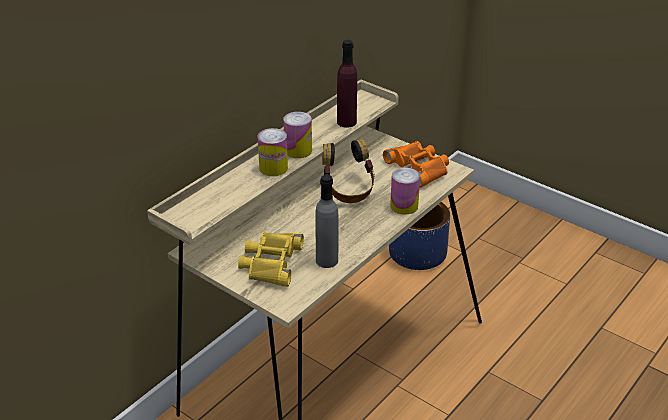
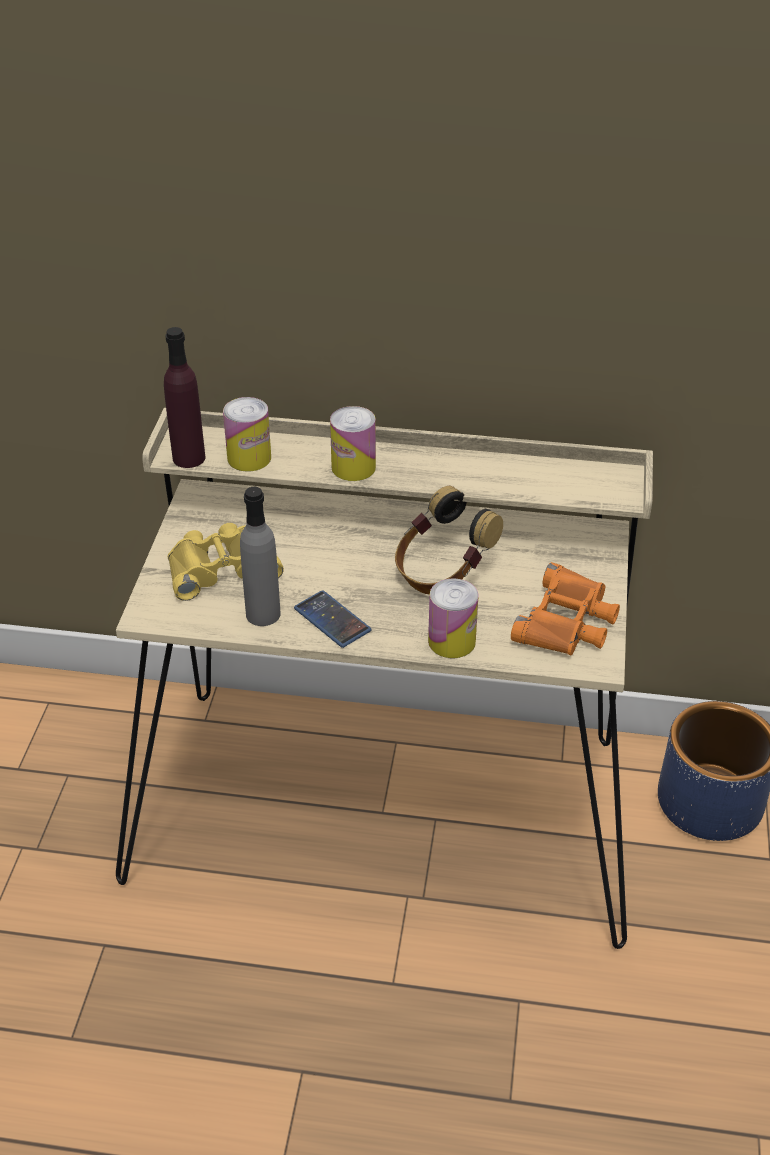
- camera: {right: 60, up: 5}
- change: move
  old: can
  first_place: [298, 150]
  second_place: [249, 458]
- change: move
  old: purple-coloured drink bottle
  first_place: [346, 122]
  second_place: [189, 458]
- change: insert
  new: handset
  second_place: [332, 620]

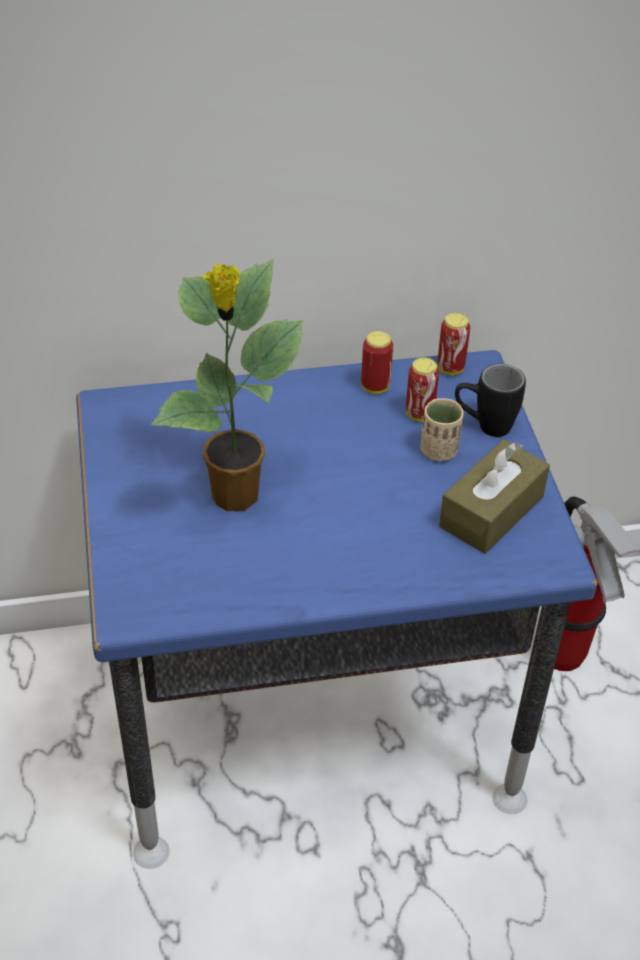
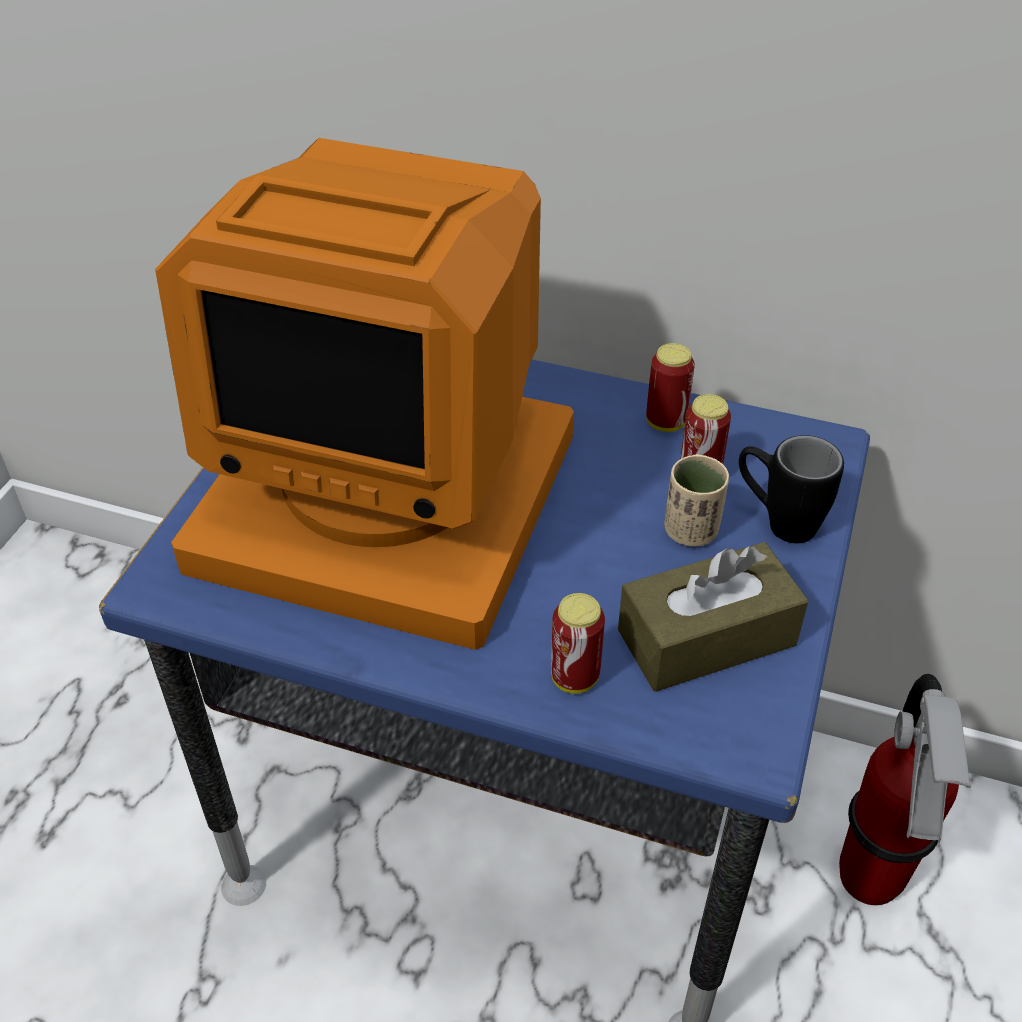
- camera: {right: 30, up: 0}
- change: replace
  old: houseplant
  new: computer screen
  first_place: [235, 497]
  second_place: [391, 494]
- change: move
  old: can
  first_place: [450, 368]
  second_place: [575, 677]

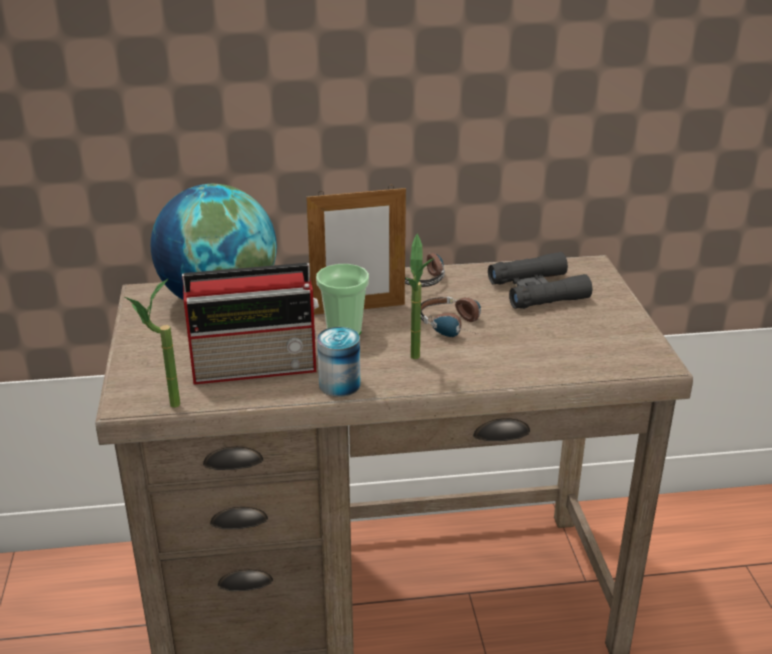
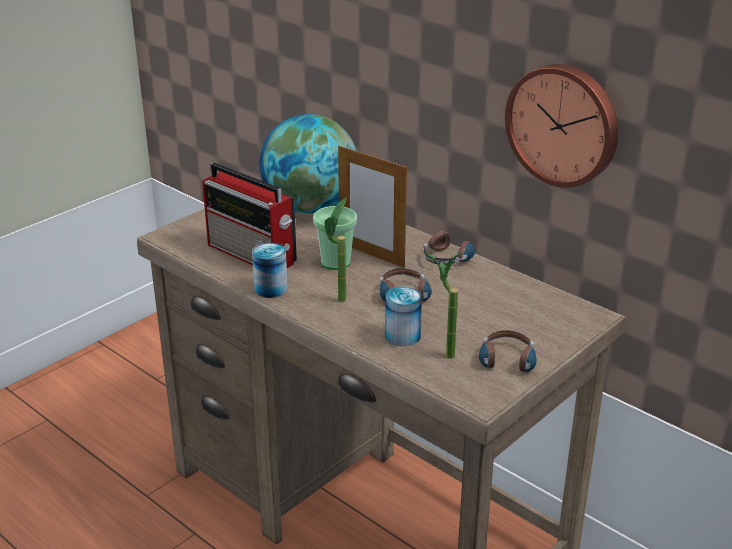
- camera: {right: 50, up: 0}
- change: move
  old: houseplant
  first_place: [164, 407]
  second_place: [441, 353]
- change: delete
  old: black-coloured binoculars
  first_place: [537, 290]
- change: insert
  new: can
  second_place: [402, 336]
- change: insert
  new: headset
  second_place: [507, 365]
- change: insert
  new: wall clock
  second_place: [564, 124]

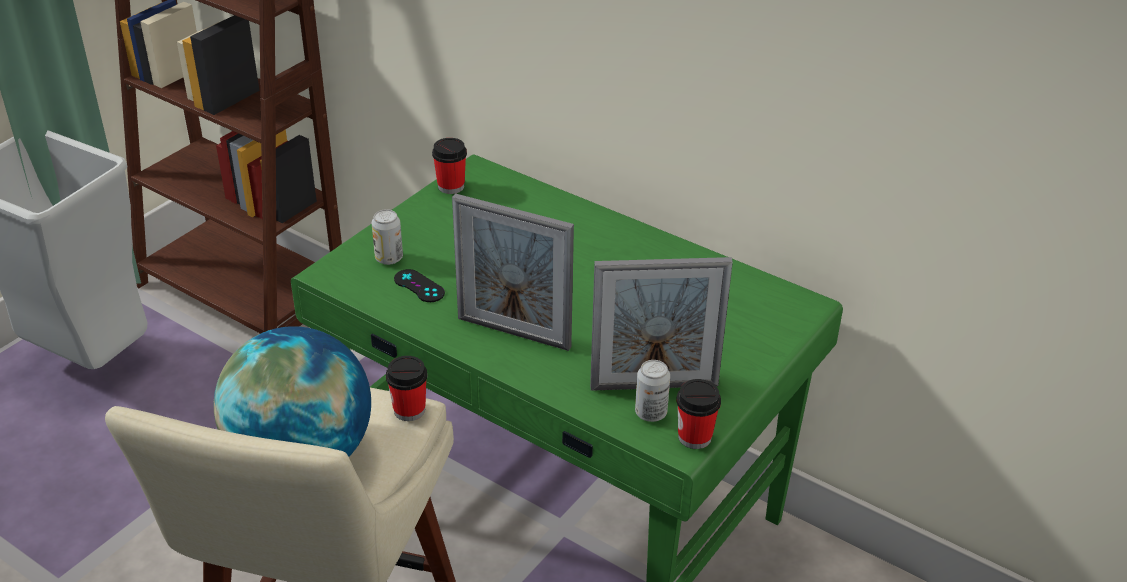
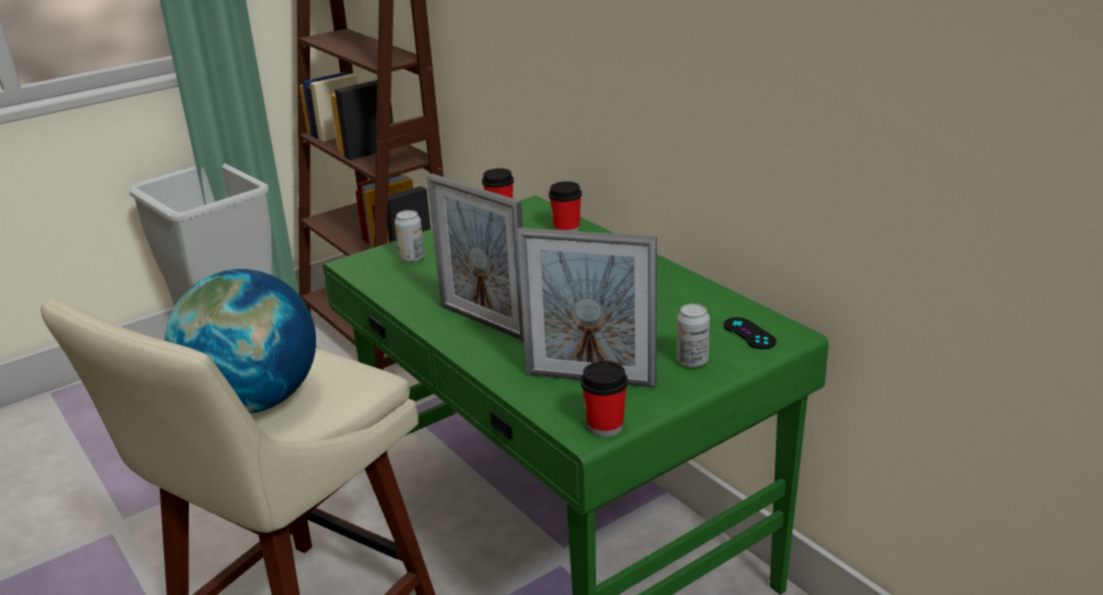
- camera: {right: 20, up: -10}
- change: move
  old: drinking cup
  first_place: [409, 410]
  second_place: [566, 229]
- change: move
  old: black-coloured gamepad
  first_place: [419, 286]
  second_place: [749, 333]
- change: move
  old: can
  first_place: [650, 413]
  second_place: [692, 361]

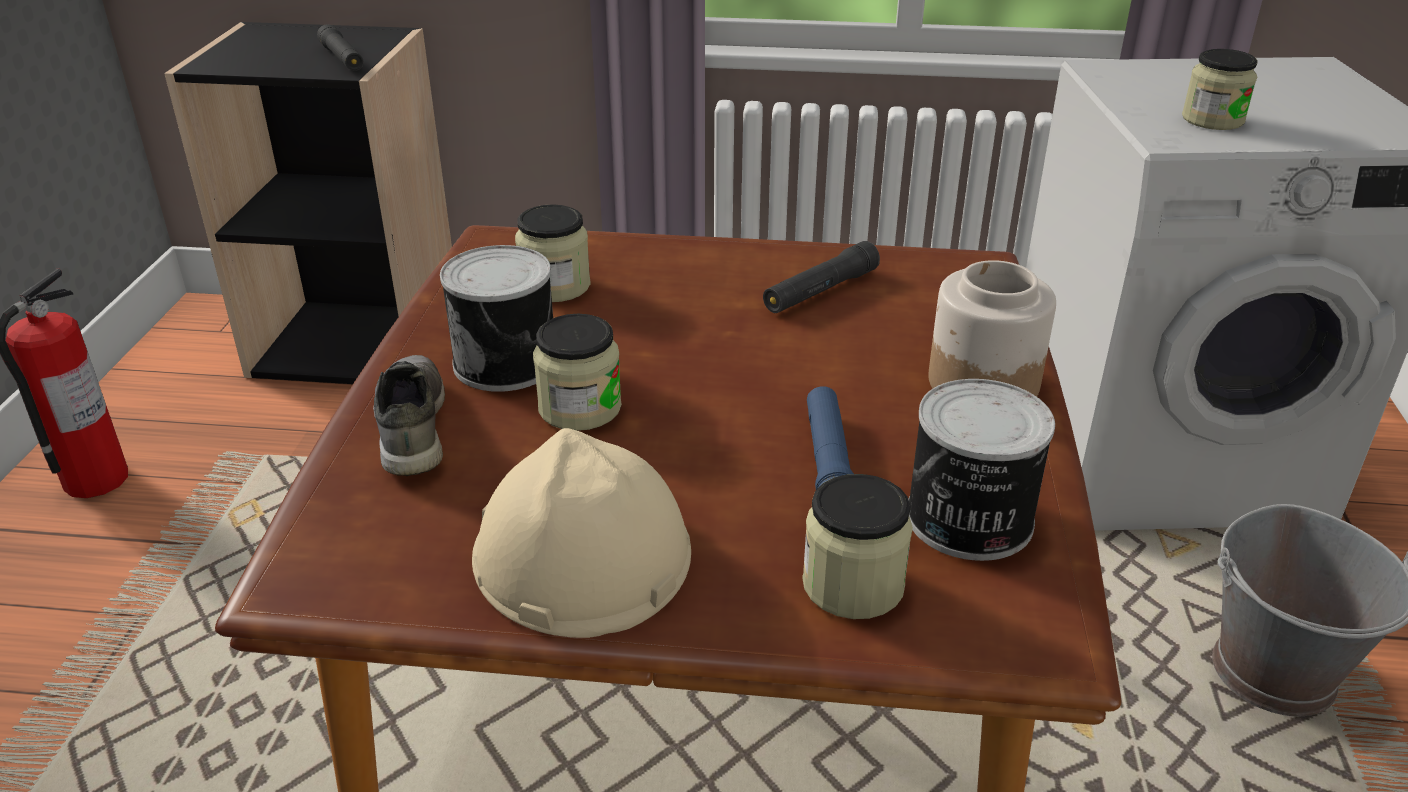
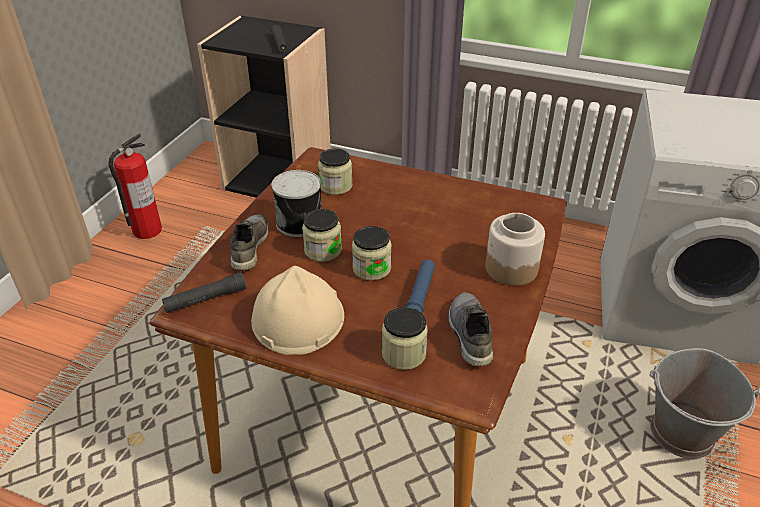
- camera: {right: 15, up: 5}
- change: move
  old: black-coloured flashlight
  first_place: [820, 291]
  second_place: [205, 299]
- change: replace
  old: can
  new: gray item of footwear
  first_place: [968, 520]
  second_place: [468, 334]
- change: move
  old: jar
  first_place: [1212, 120]
  second_place: [371, 268]

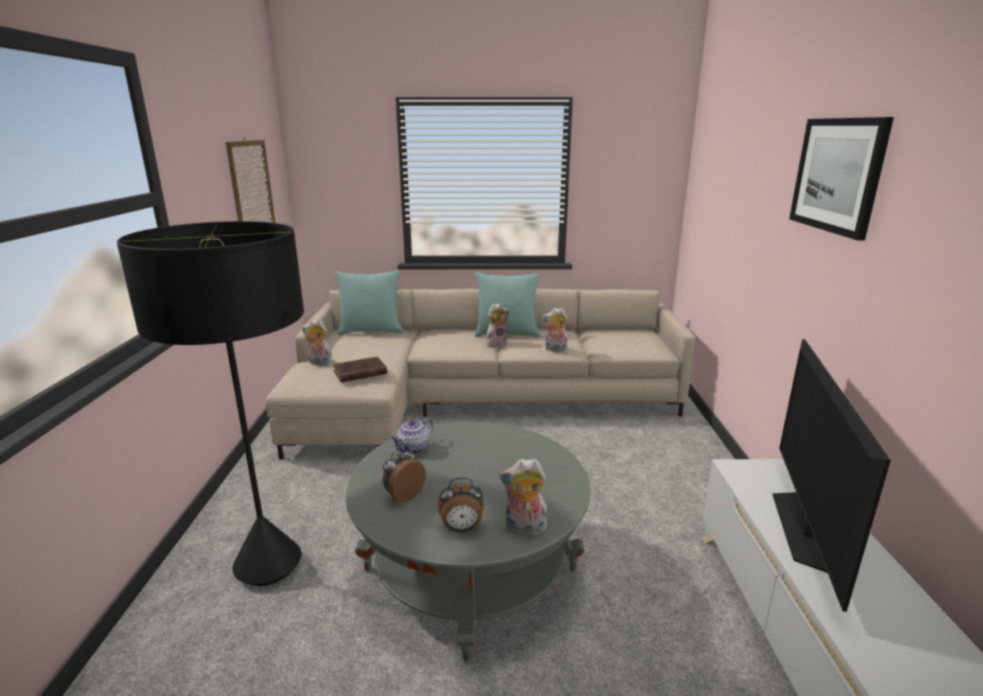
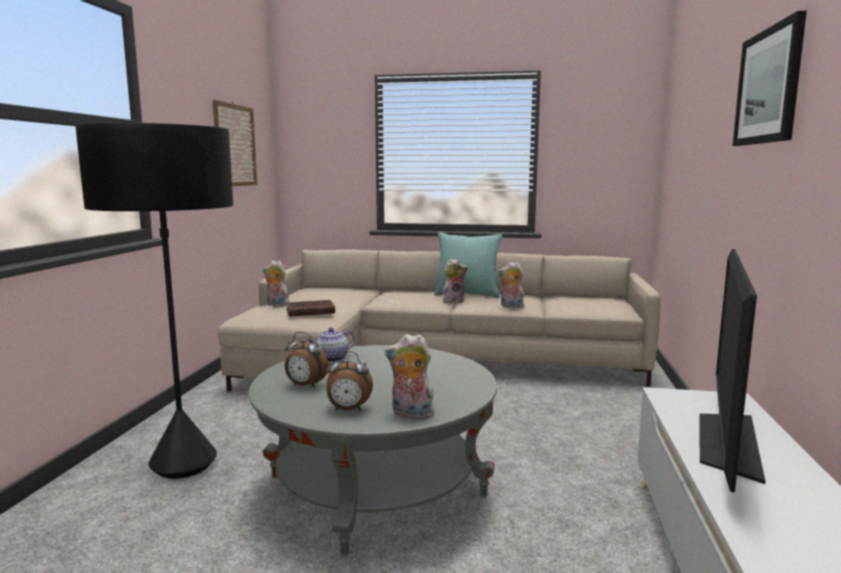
- camera: {right: 10, up: -10}
- change: delete
  old: turquoise-coloured throw pillow
  first_place: [371, 331]
- change: rotate
  old: table clock
  first_place: [403, 495]
  second_place: [305, 385]
  degrees: -120

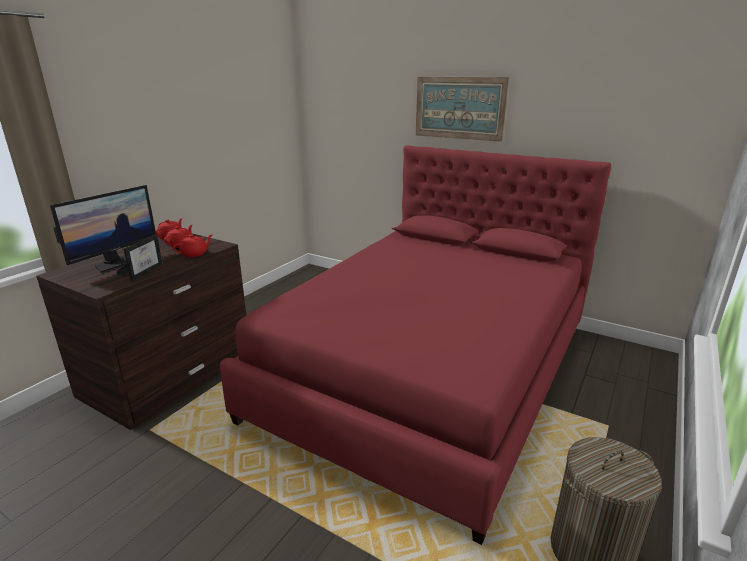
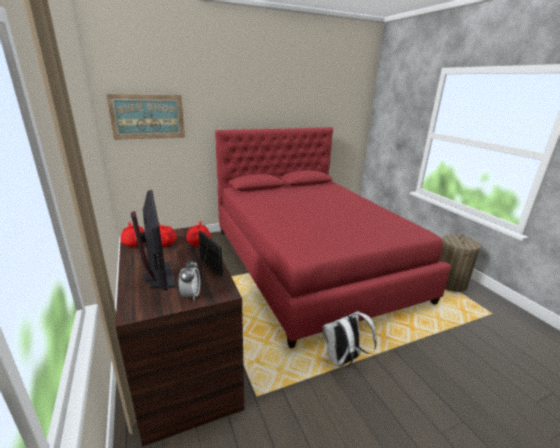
- camera: {right: -55, up: 0}
- change: move
  old: wall art
  first_place: [459, 108]
  second_place: [148, 117]
- change: insert
  new: table clock
  second_place: [191, 295]
- change: insert
  new: white-coloured knapsack
  second_place: [343, 360]

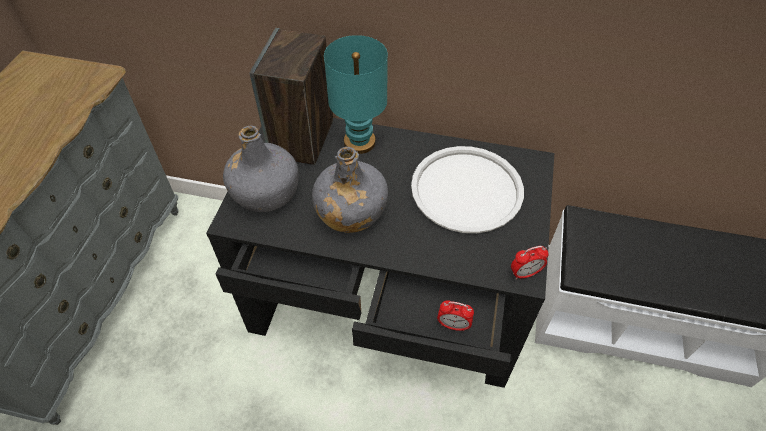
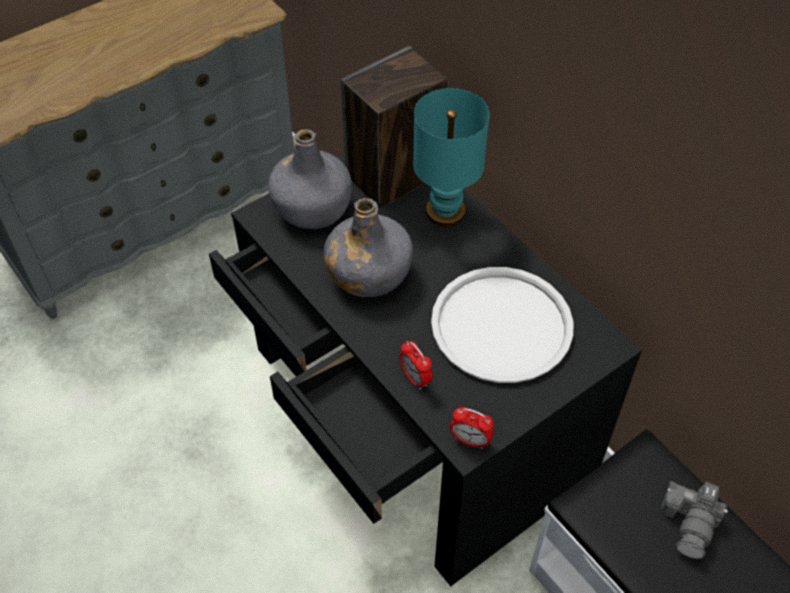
- camera: {right: 40, up: 0}
- change: move
  old: table clock
  first_place: [453, 325]
  second_place: [415, 378]
- change: insert
  new: photo camera
  second_place: [690, 523]

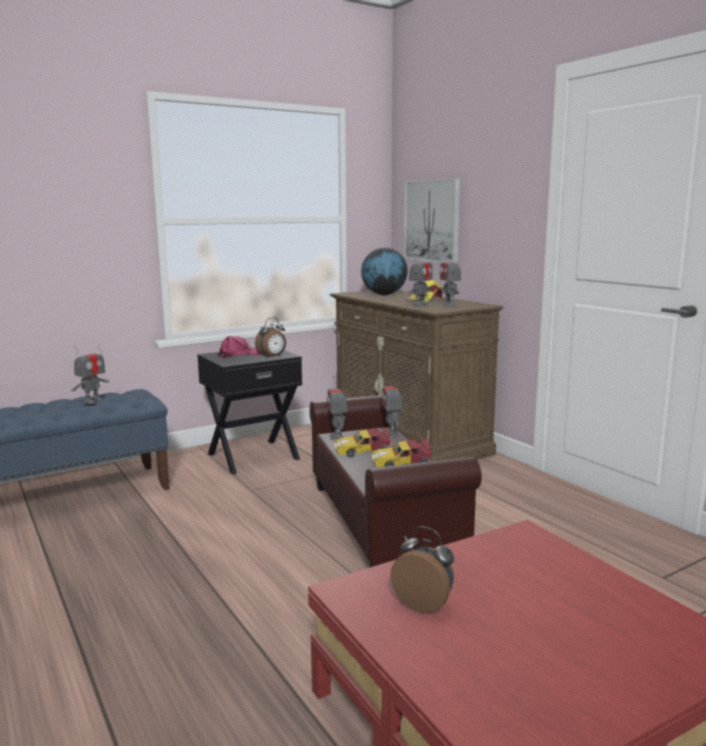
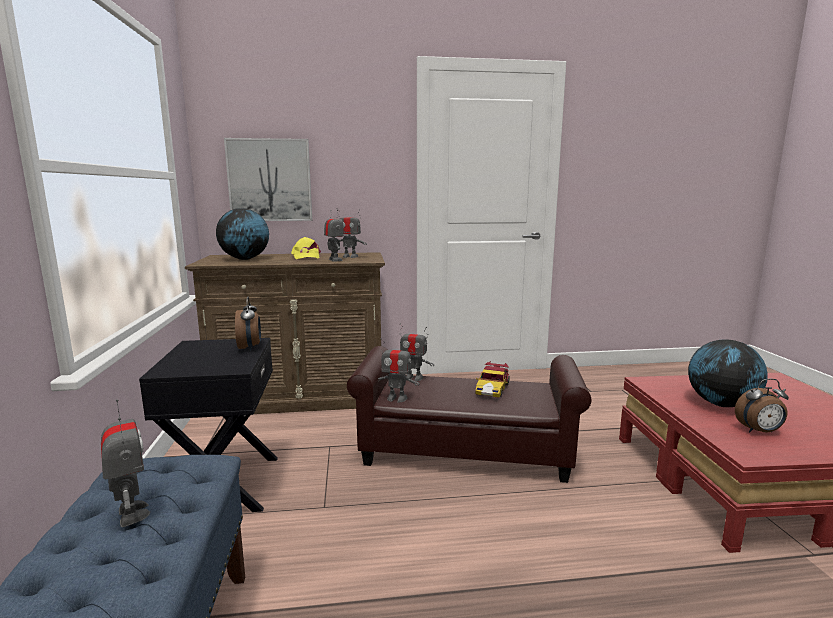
- camera: {right: -65, up: 0}
- change: delete
  old: pinkish baseball cap
  first_place: [239, 355]
- change: delete
  old: model car
  first_place: [364, 452]
- change: rotate
  old: table clock
  first_place: [424, 604]
  second_place: [759, 431]
  degrees: -150
- change: insert
  new: desk globe
  second_place: [721, 404]

